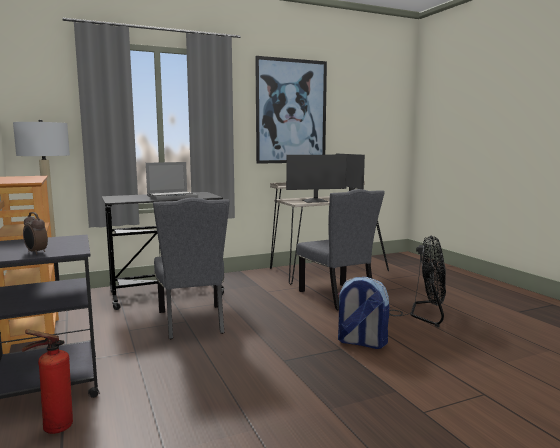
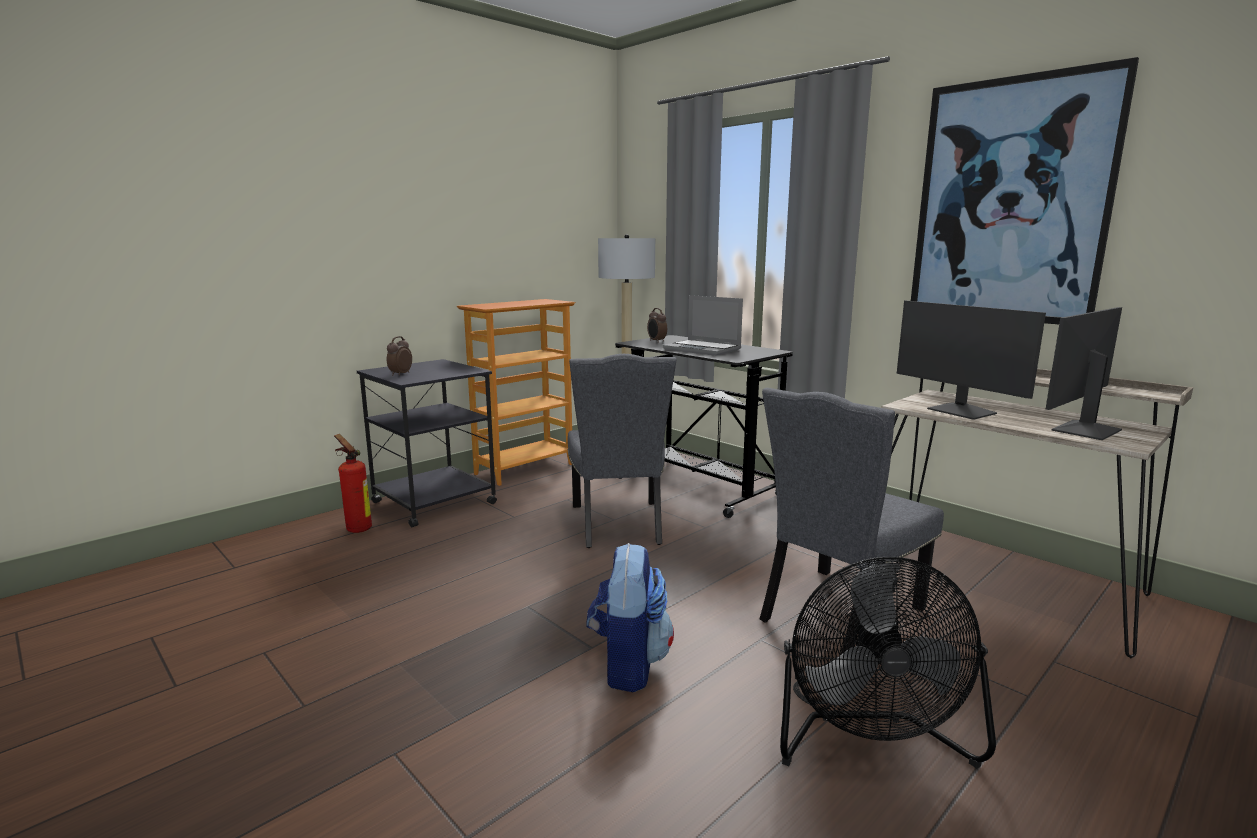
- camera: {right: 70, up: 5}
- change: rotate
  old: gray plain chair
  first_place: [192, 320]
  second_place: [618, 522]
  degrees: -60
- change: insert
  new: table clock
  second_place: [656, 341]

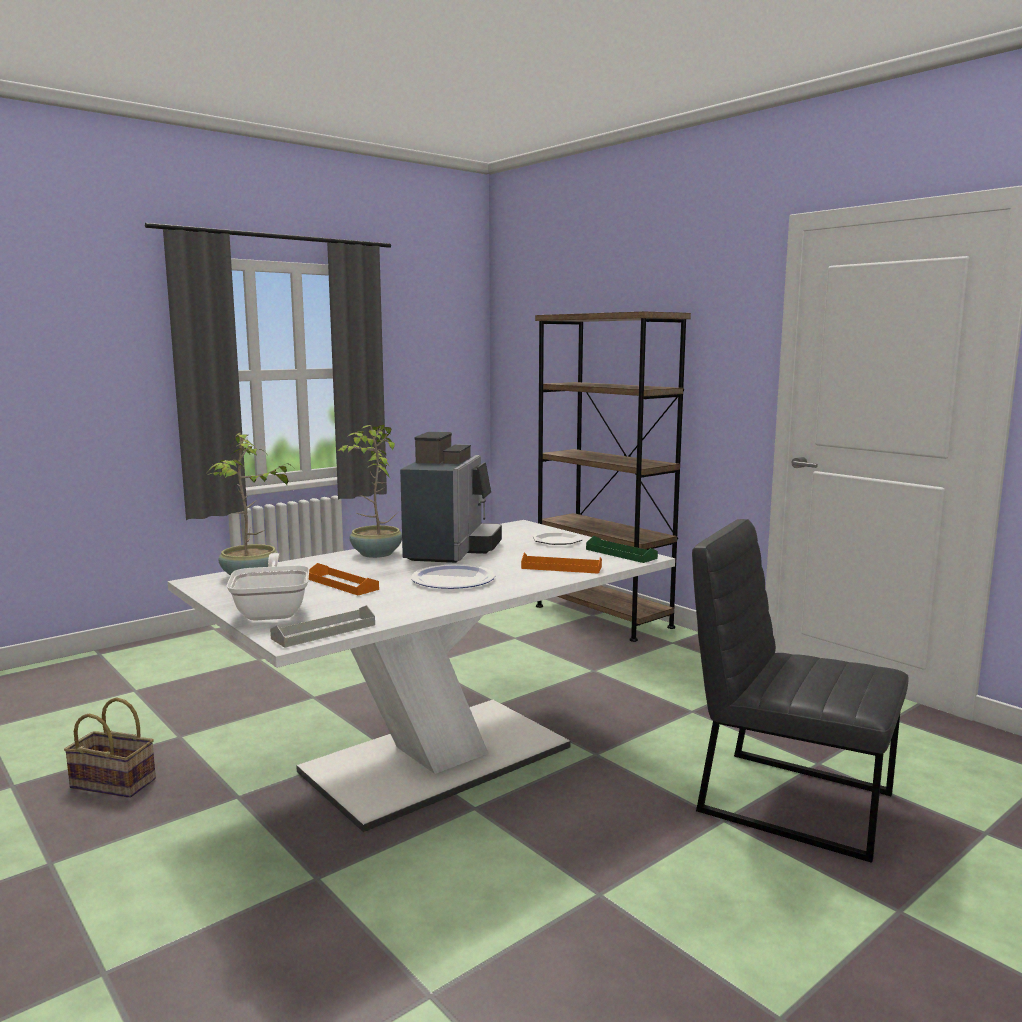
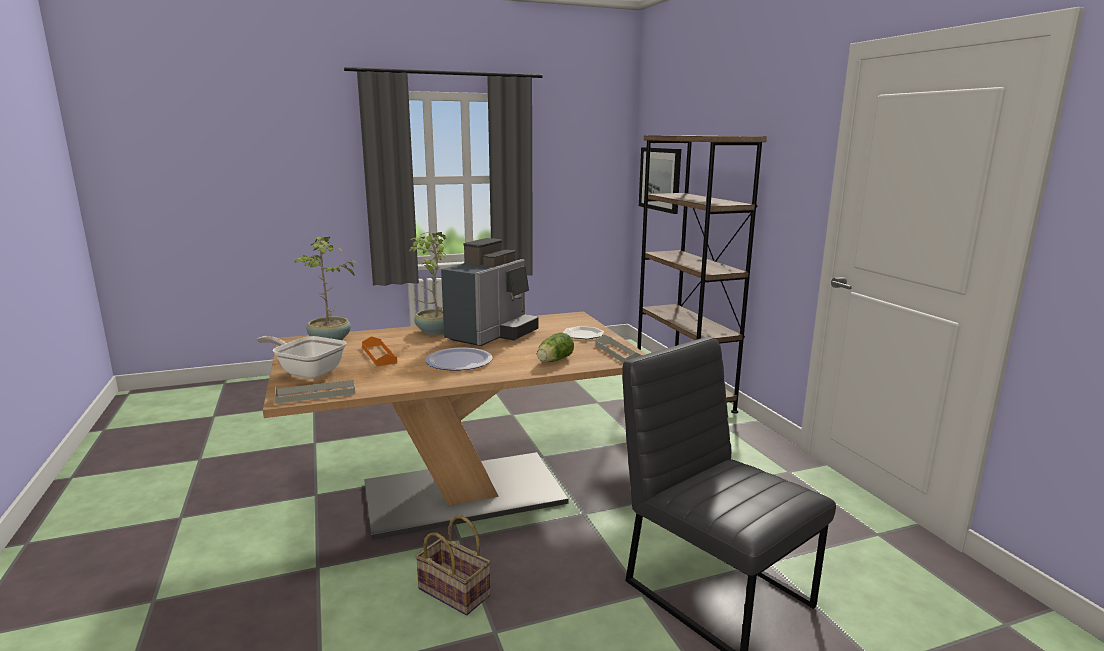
- camera: {right: 20, up: 5}
- change: move
  old: storage basket
  first_place: [116, 783]
  second_place: [456, 592]
- change: recolor
  old: white-coloured kitchen table
  new: brownish kitchen table
  first_place: [437, 759]
  second_place: [464, 493]
- change: rotate
  old: frying pan
  first_place: [273, 611]
  second_place: [307, 371]
  degrees: -75
- change: replace
  old: orange carrying tray
  new: lettuce
  first_place: [561, 567]
  second_place: [553, 361]
- change: recolor
  old: greenish carrying tray
  new: gray carrying tray
  first_place: [621, 554]
  second_place: [618, 353]
- change: insert
  new: wall art
  second_place: [660, 179]

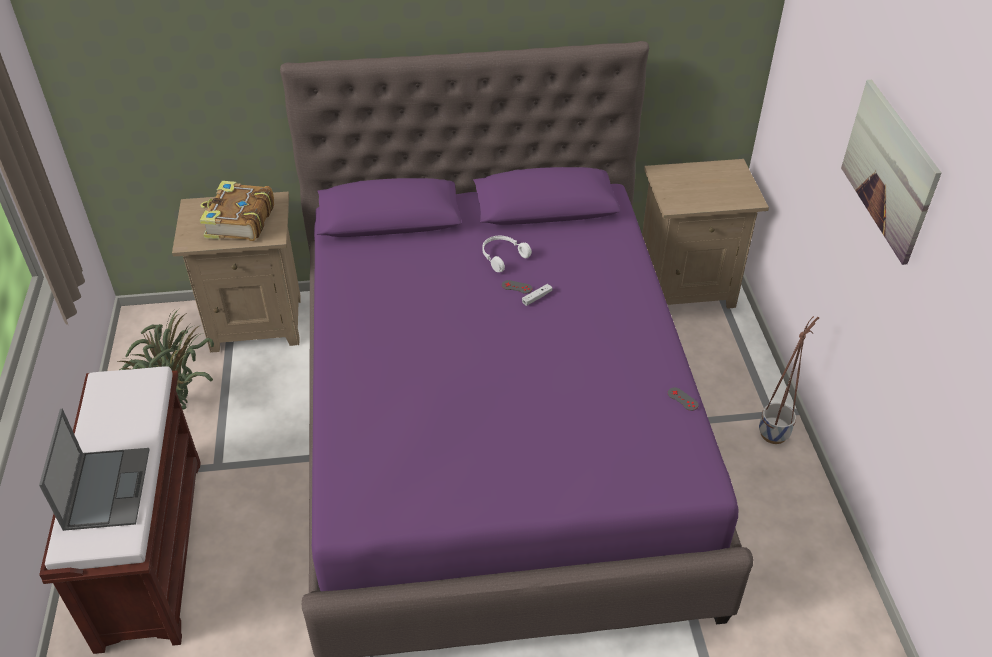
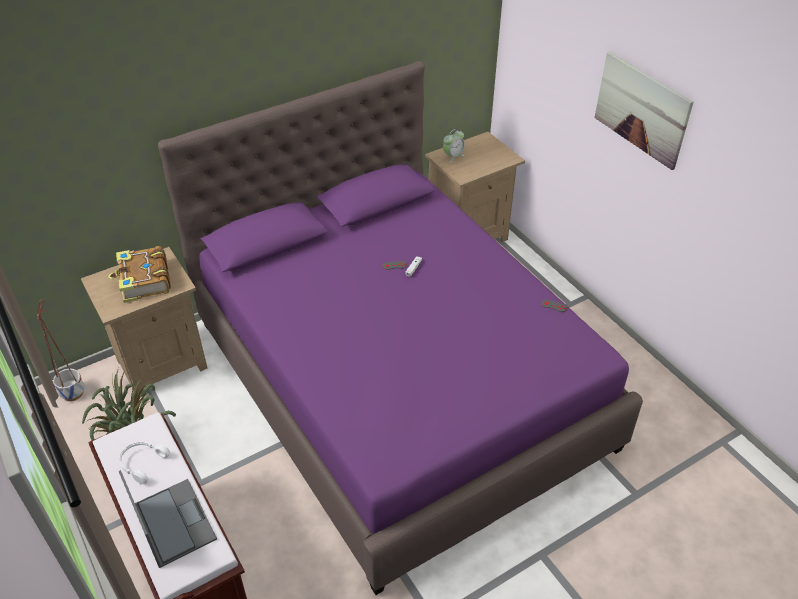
- camera: {right: -25, up: 0}
- change: move
  old: white-coloured headset
  first_place: [502, 256]
  second_place: [142, 463]
- change: move
  old: planter
  first_place: [773, 433]
  second_place: [72, 392]
- change: insert
  new: table clock
  second_place: [453, 156]

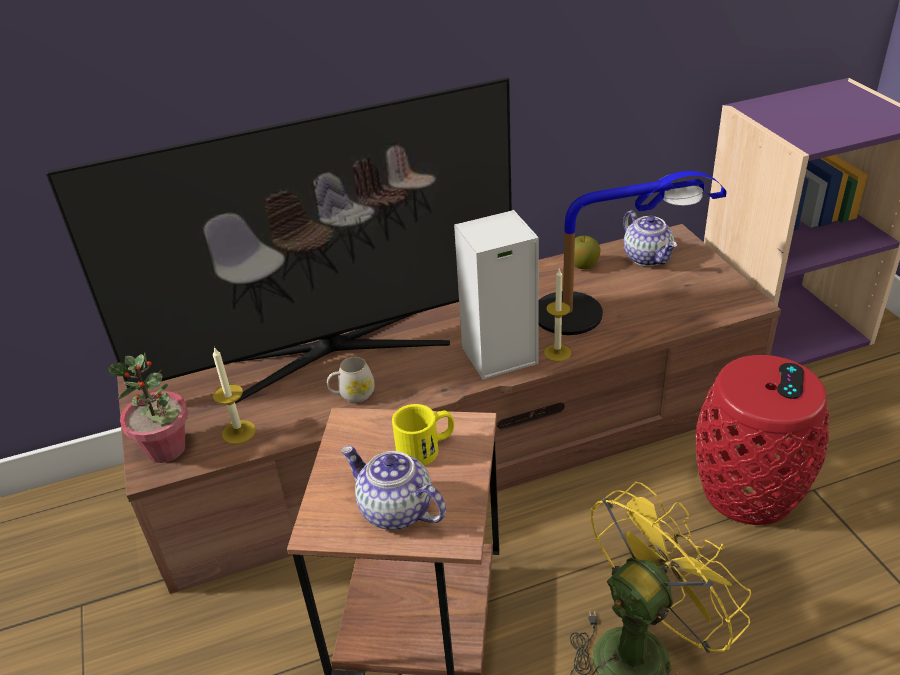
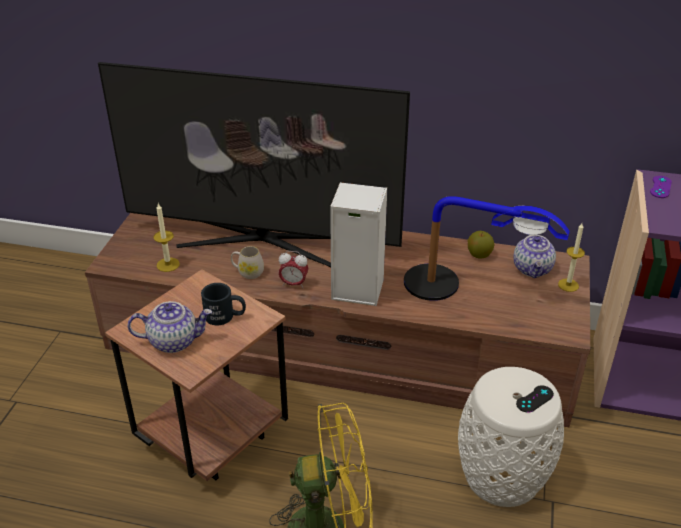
- camera: {right: 30, up: 0}
- change: delete
  old: houseplant
  first_place: [167, 449]
- change: rotate
  old: pot for tea
  first_place: [395, 510]
  second_place: [174, 341]
  degrees: 105
- change: recolor
  old: yellow tea mug
  new: black-coloured tea mug
  first_place: [426, 448]
  second_place: [225, 316]
- change: move
  old: wax light
  first_place: [557, 353]
  second_place: [568, 285]
- change: recolor
  old: red-coloured stool
  new: white-coloured stool
  first_place: [748, 491]
  second_place: [502, 476]
- change: insert
  new: table clock
  second_place: [293, 284]
- change: insert
  new: purple-coloured gamepad
  second_place: [660, 187]

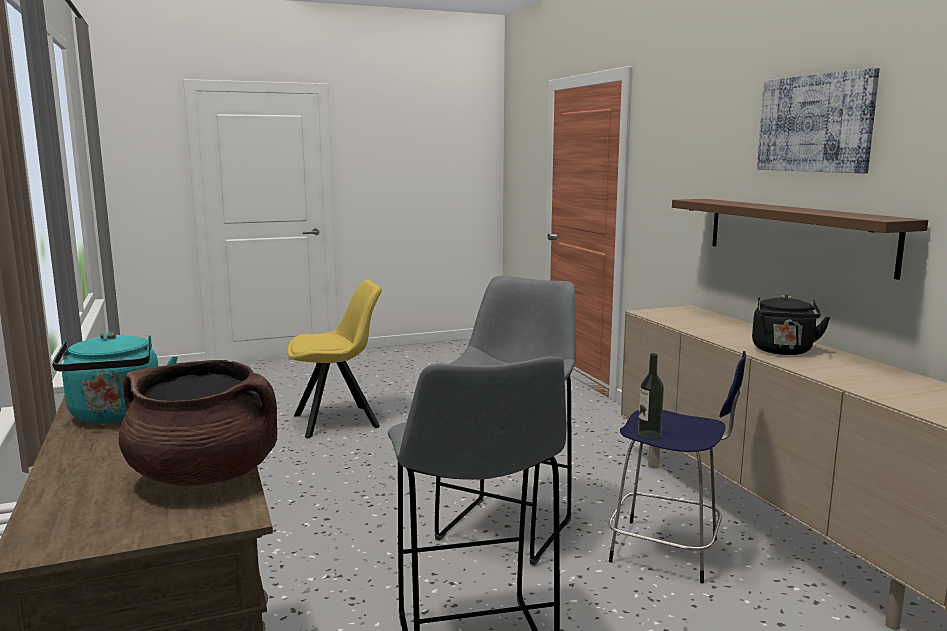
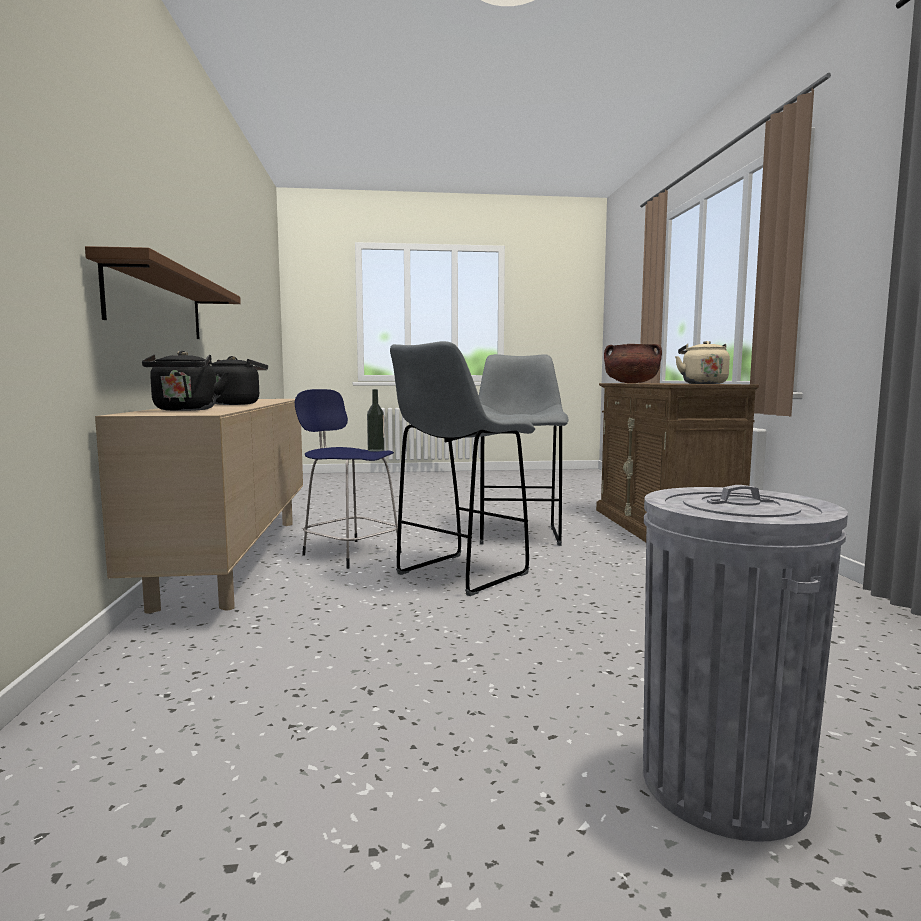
- camera: {right: -165, up: -5}
- change: recolor
  old: turquoise-coloured water kettle
  new: beige water kettle
  first_place: [116, 416]
  second_place: [702, 383]
- change: replace
  old: yellow plain chair
  new: gray rubbish bin
  first_place: [337, 421]
  second_place: [722, 784]
- change: delete
  old: wall art
  first_place: [815, 123]
- change: insert
  new: black-coloured water kettle
  second_place: [185, 410]

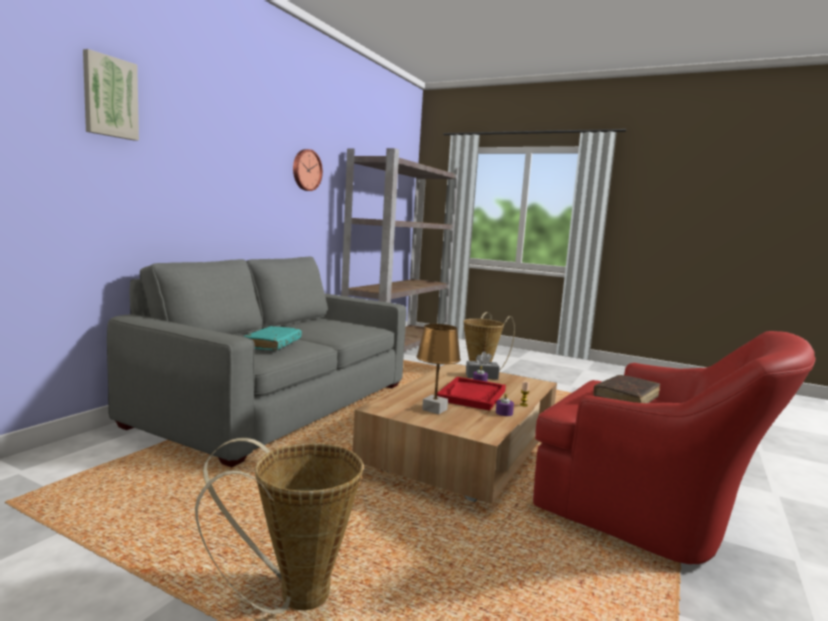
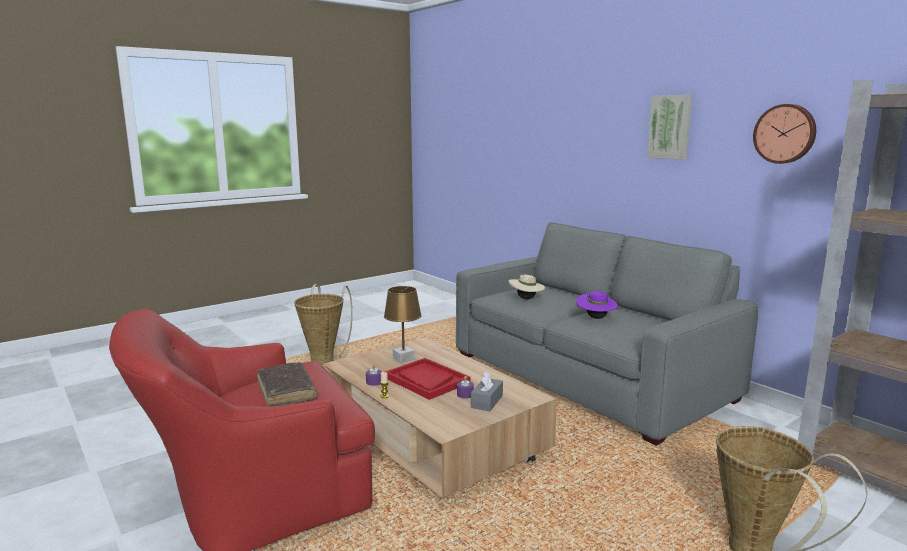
- camera: {right: 115, up: 5}
- change: move
  old: wall art
  first_place: [110, 97]
  second_place: [670, 127]
- change: replace
  old: turquoise-coloured bound book
  new: beige hat
  first_place: [273, 344]
  second_place: [526, 299]
- change: insert
  new: purple-coloured hat
  second_place: [595, 318]

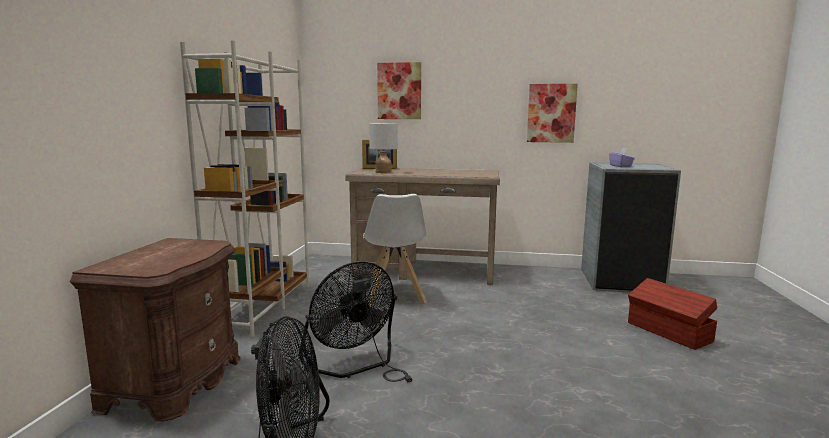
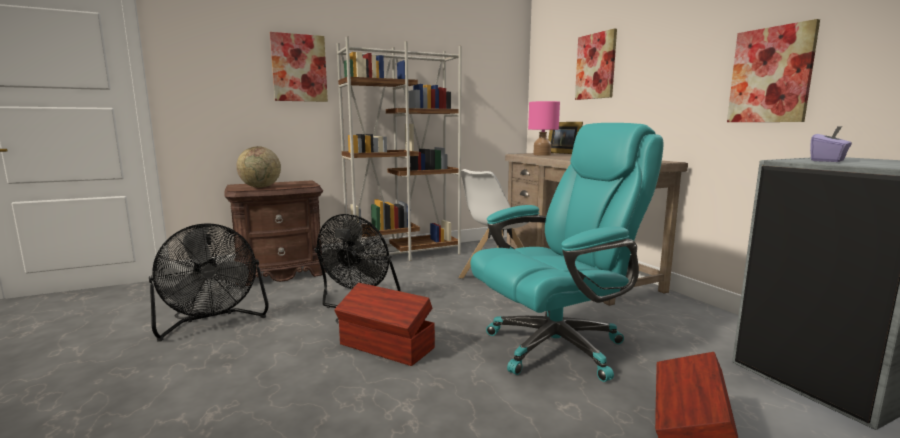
- camera: {right: 55, up: 0}
- change: recolor
  old: gray lamp for a table
  new: pinkish lamp for a table
  first_place: [383, 172]
  second_place: [542, 155]
- change: insert
  new: desk globe
  second_place: [260, 187]
- change: insert
  new: wall art
  second_place: [299, 68]
- change: insert
  new: brownish storage box
  second_place: [386, 347]
- change: insert
  new: turquoise-coloured desk chair
  second_place: [555, 347]

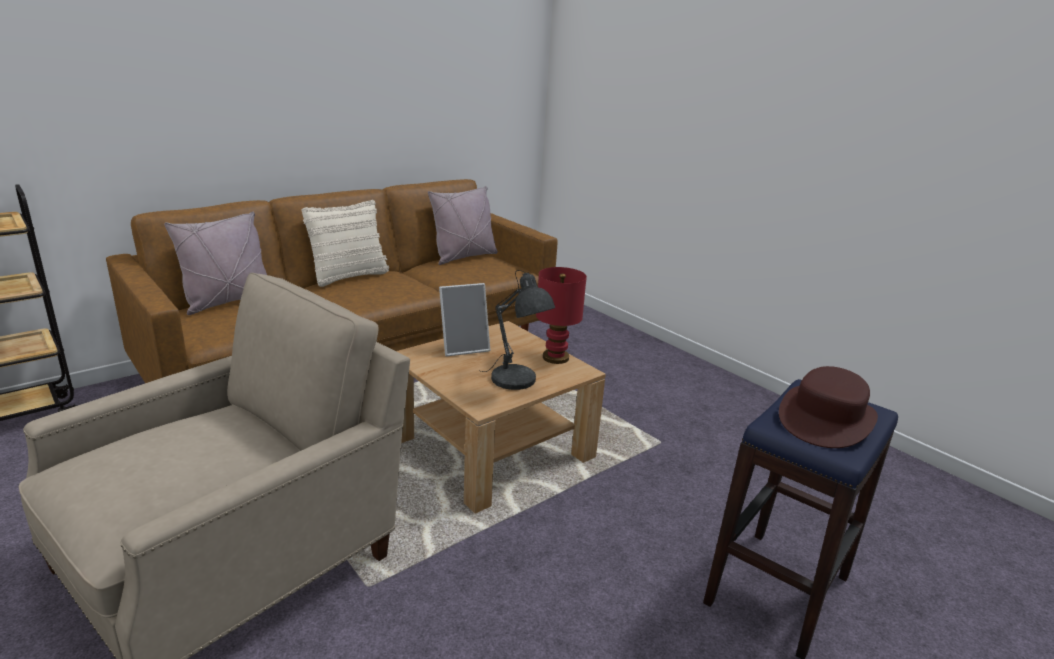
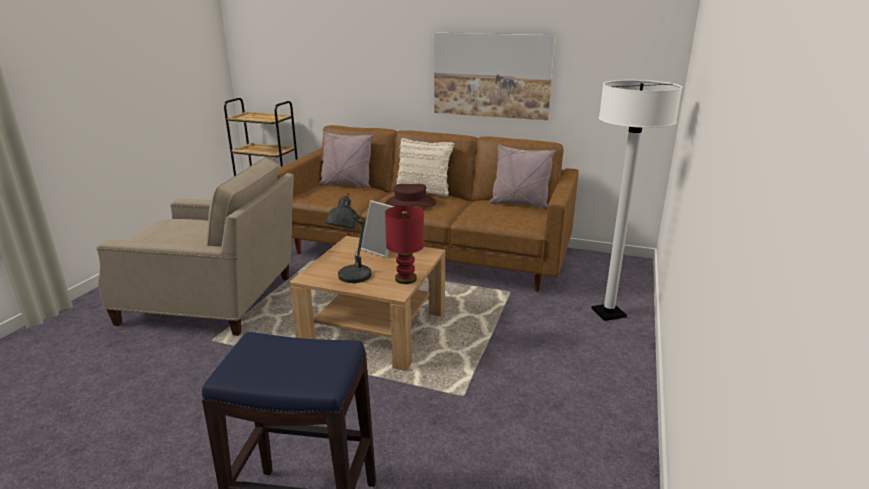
- camera: {right: 60, up: 0}
- change: move
  old: brownish hat
  first_place: [826, 418]
  second_place: [410, 203]
- change: insert
  new: wall art
  second_place: [492, 75]
- change: insert
  new: white-coloured floor lamp
  second_place: [608, 313]

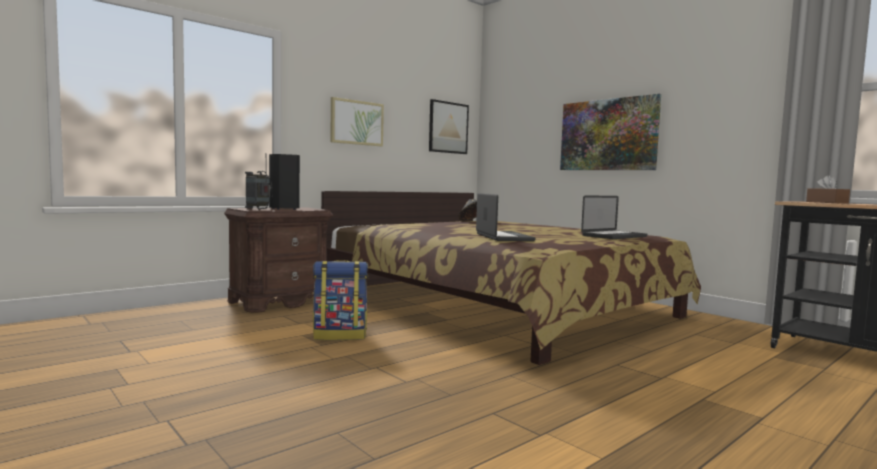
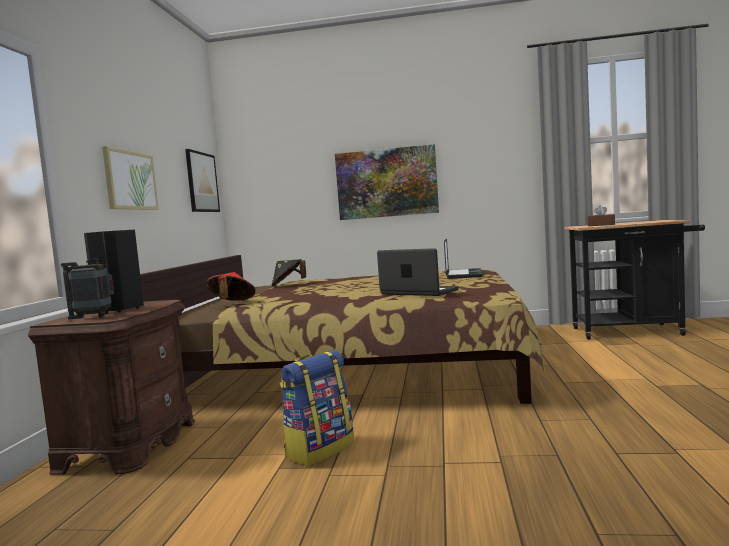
- camera: {right: -40, up: 0}
- change: insert
  new: red-coloured hat
  second_place: [232, 303]

